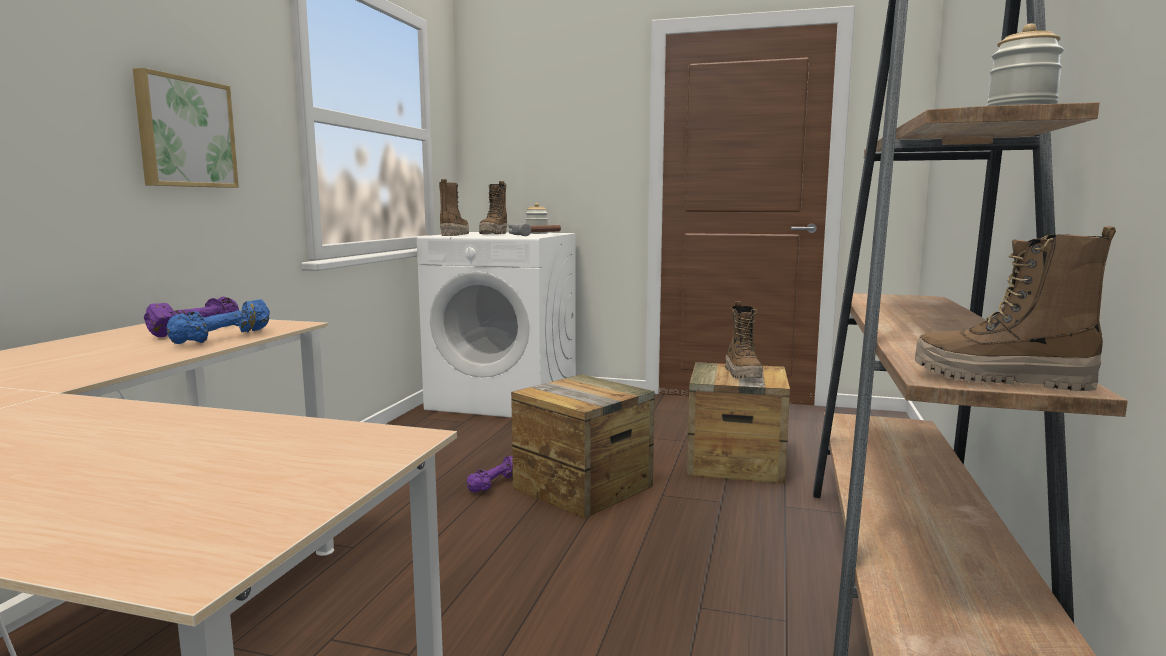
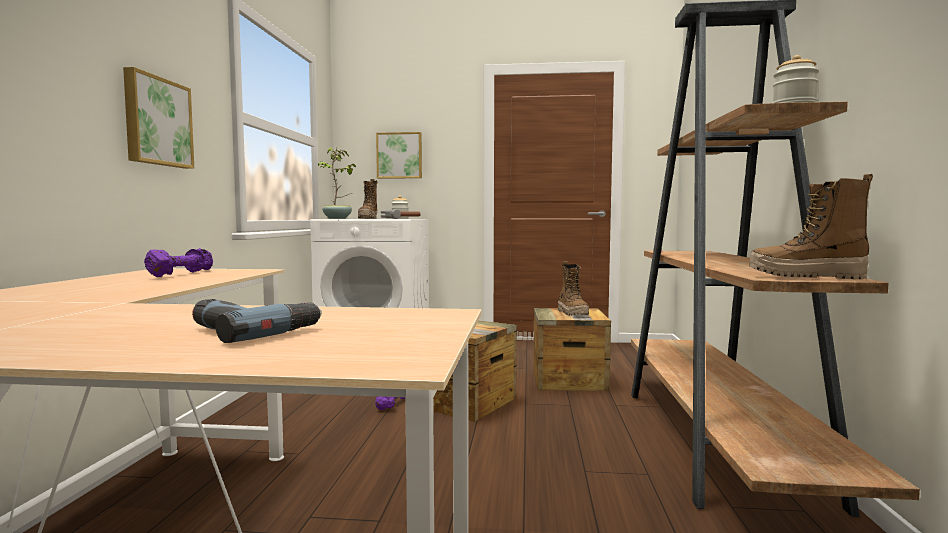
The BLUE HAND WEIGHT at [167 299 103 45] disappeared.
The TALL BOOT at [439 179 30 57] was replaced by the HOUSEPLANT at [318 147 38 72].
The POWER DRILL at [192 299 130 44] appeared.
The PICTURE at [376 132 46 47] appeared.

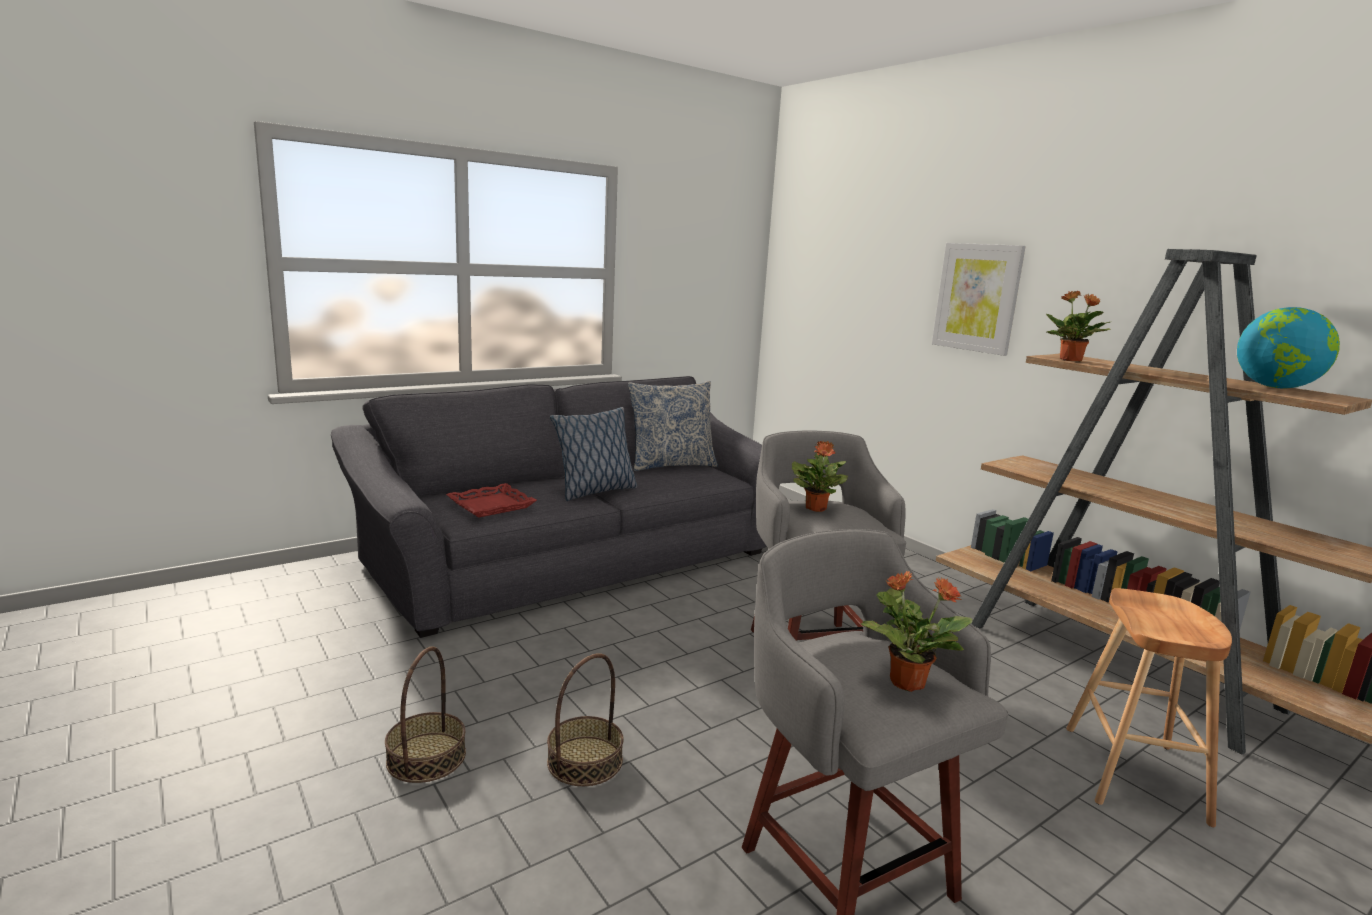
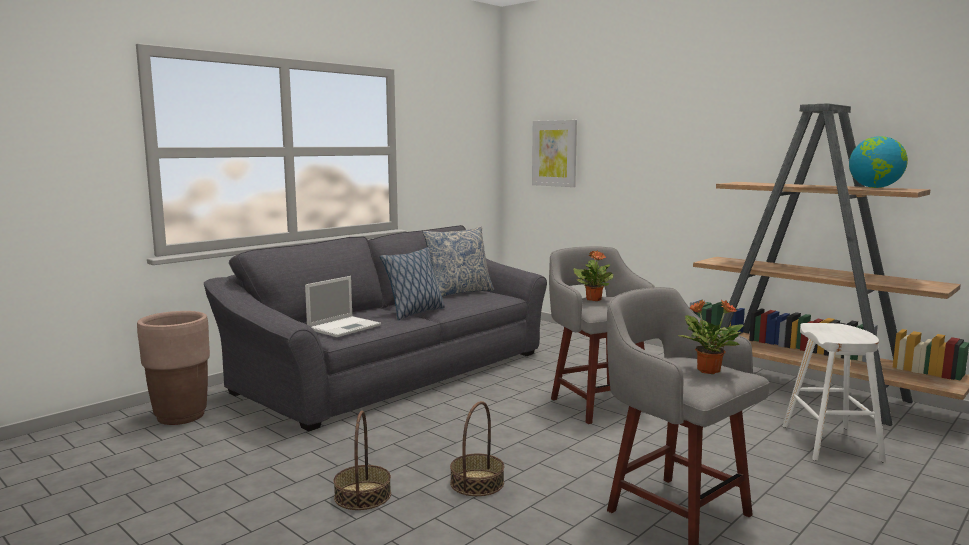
The RED-COLOURED TRAY at [446 483 91 35] was replaced by the PORTABLE COMPUTER at [305 276 76 61].
The PICTURE moved from [932 243 94 113] to [532 120 45 67].
The HOUSEPLANT at [1046 291 66 71] disappeared.
The BROWN-COLOURED SITTING STOOL at [1066 588 166 239] became the WHITISH SITTING STOOL at [783 323 103 140].
The BROWN-COLOURED PLANT POT at [137 311 73 114] appeared.

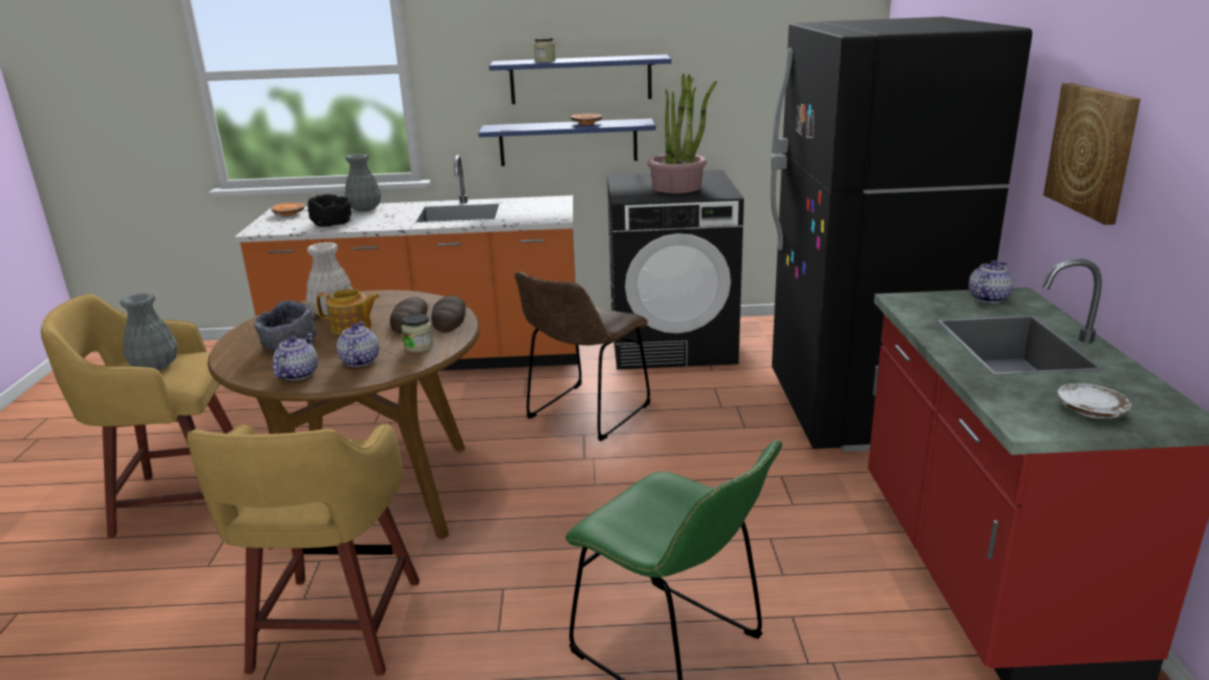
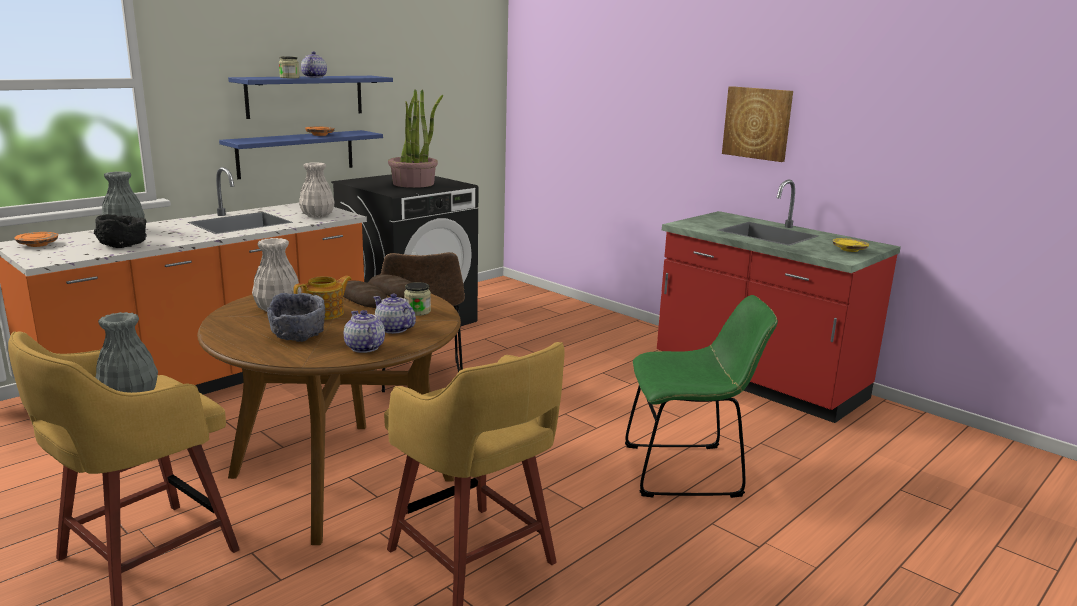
The BLACK FRIDGE at [770 17 262 435] disappeared.
The TEA POT moved from [968 260 46 43] to [301 51 26 27].
The WHITISH DINNER PLATE at [1058 383 73 35] became the YELLOWISH DINNER PLATE at [832 238 37 14].
The WHITISH FLOWER VASE at [299 162 36 56] appeared.

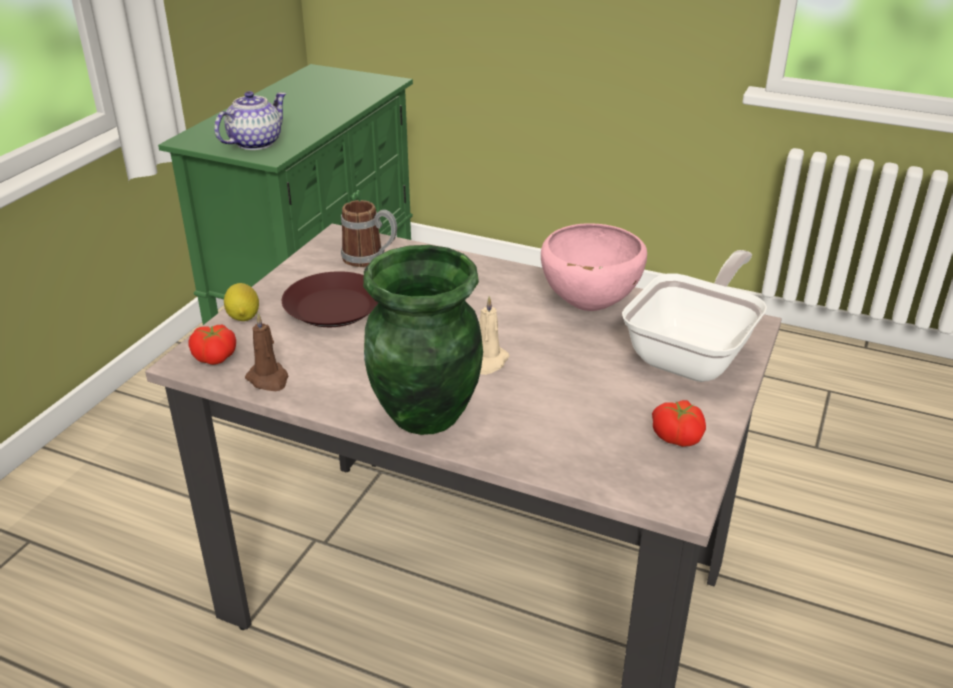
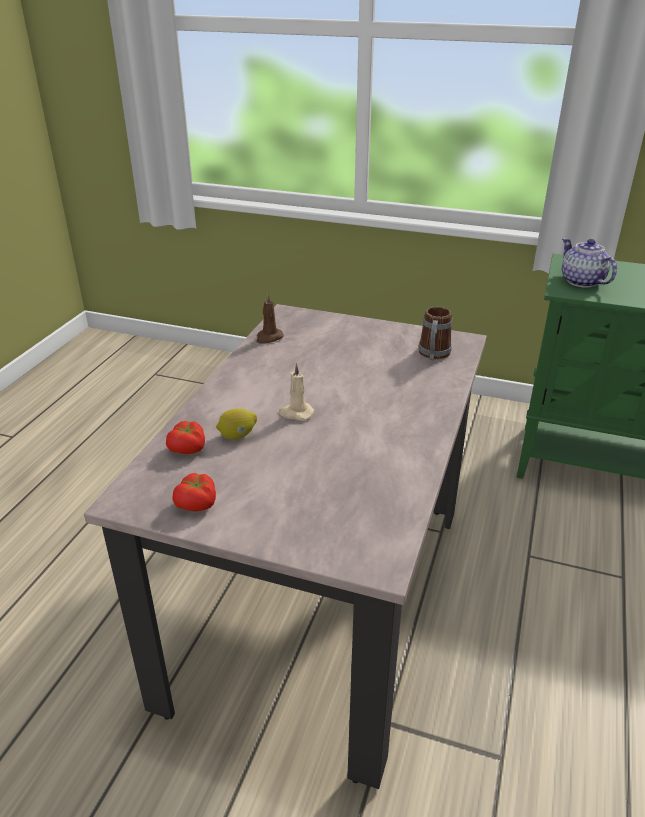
The TOMATO moved from [188 325 48 40] to [166 421 39 33].
The TEA POT at [214 91 72 59] turned 150 degrees counterclockwise.
The CITRUS FRUIT moved from [224 283 35 38] to [216 409 41 31].
The BROWN-COLOURED DINNER PLATE at [282 271 96 56] disappeared.
The GREENISH FLOWER VASE at [363 245 120 190] disappeared.
The PINK-COLOURED DEEP DISH at [541 223 106 88] disappeared.
The SKILLET at [622 250 145 132] disappeared.

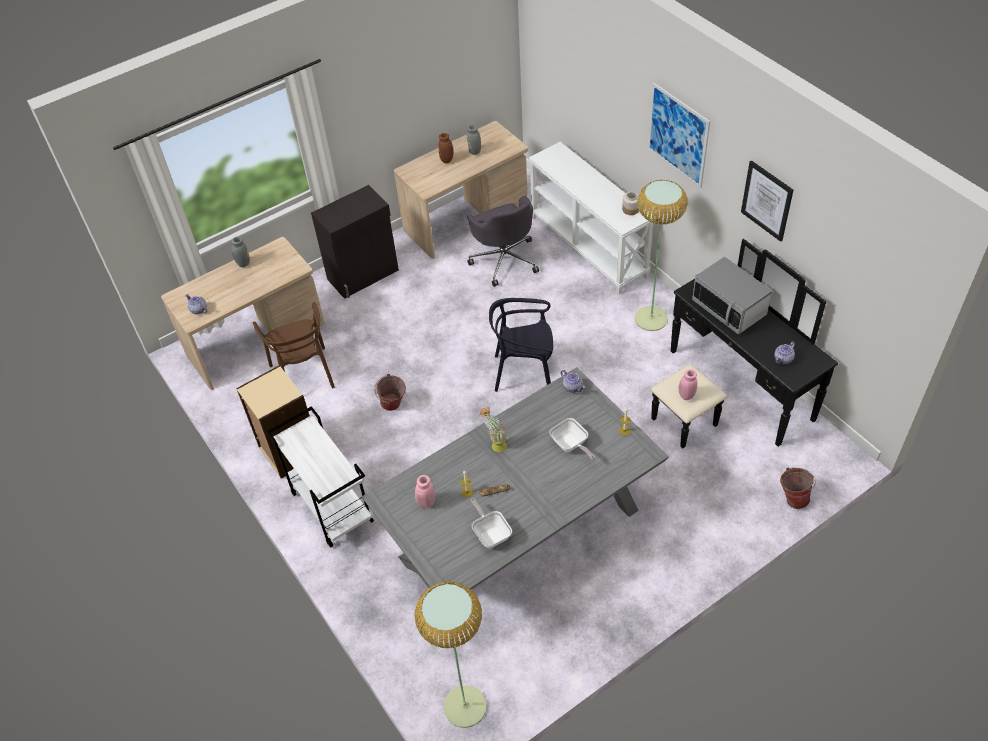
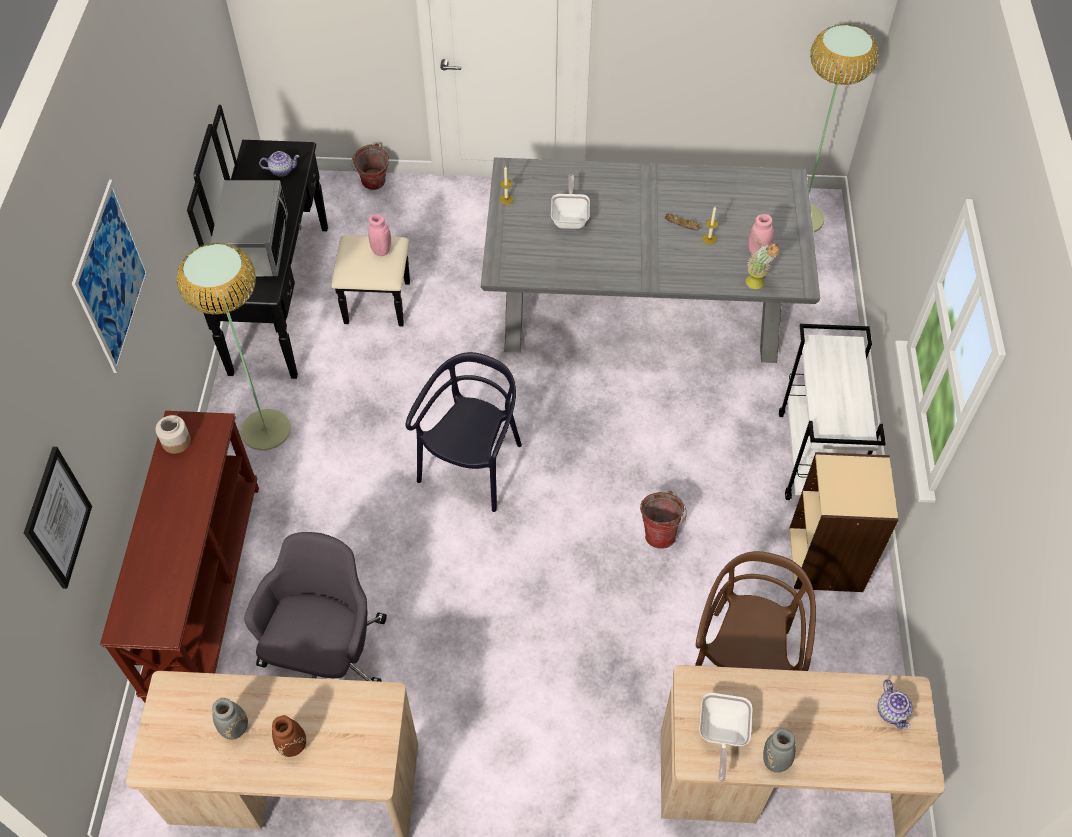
The BLACK CUPBOARD at [311 185 88 114] disappeared.
The SKILLET moved from [471 498 41 50] to [699 693 54 89].
The HOUSEPLANT moved from [480 407 27 45] to [746 243 34 46].
The BLACK CHAIR at [489 298 64 94] turned 105 degrees counterclockwise.
The WHITISH HALL TABLE at [529 142 125 152] became the BROWN-COLOURED HALL TABLE at [100 411 159 292].
The TEA POT at [561 370 24 23] disappeared.
The PICTURE moved from [741 160 52 82] to [24 447 68 142].

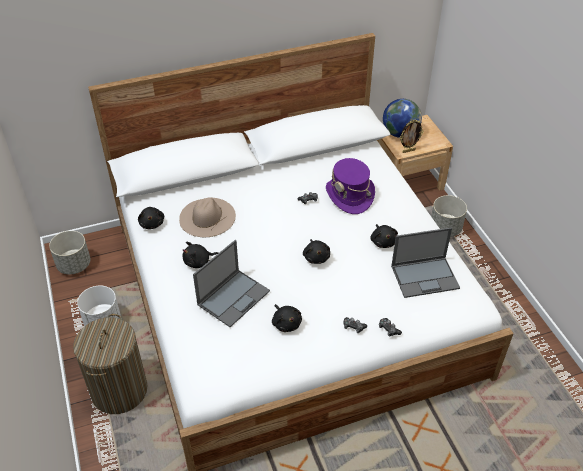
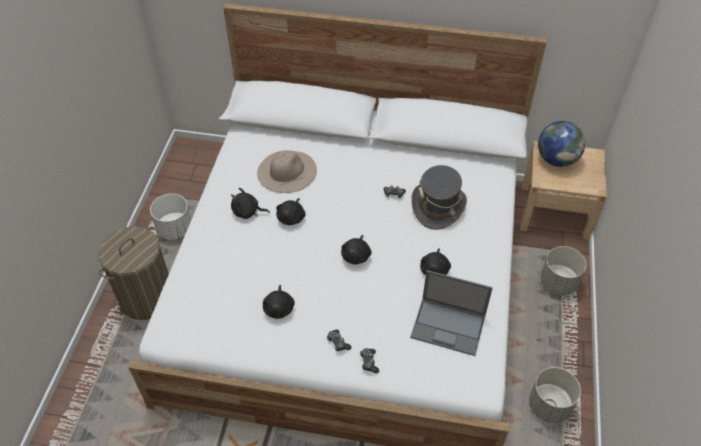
The GREYISH PLANT POT moved from [49 231 42 43] to [529 367 52 56].
The BLACK CUDDLY TOY moved from [138 207 26 22] to [276 198 30 27].
The PORTABLE COMPUTER at [193 240 77 87] disappeared.
The PURPLE WEARABLE HAT at [326 158 49 56] became the GREYISH WEARABLE HAT at [411 165 56 65].
The PICTURE FRAME at [400 120 23 33] disappeared.

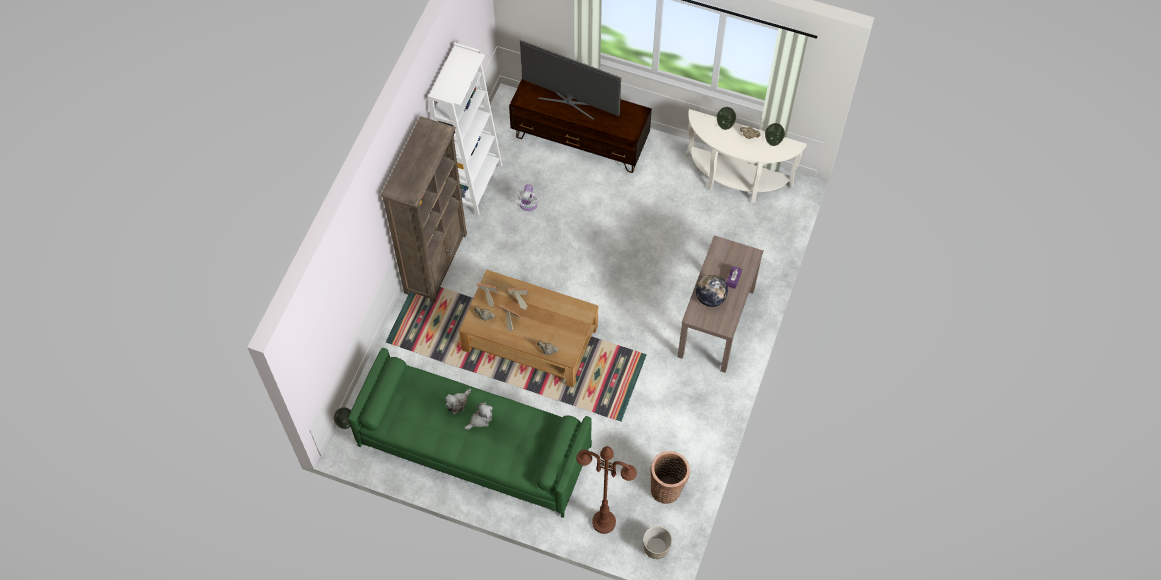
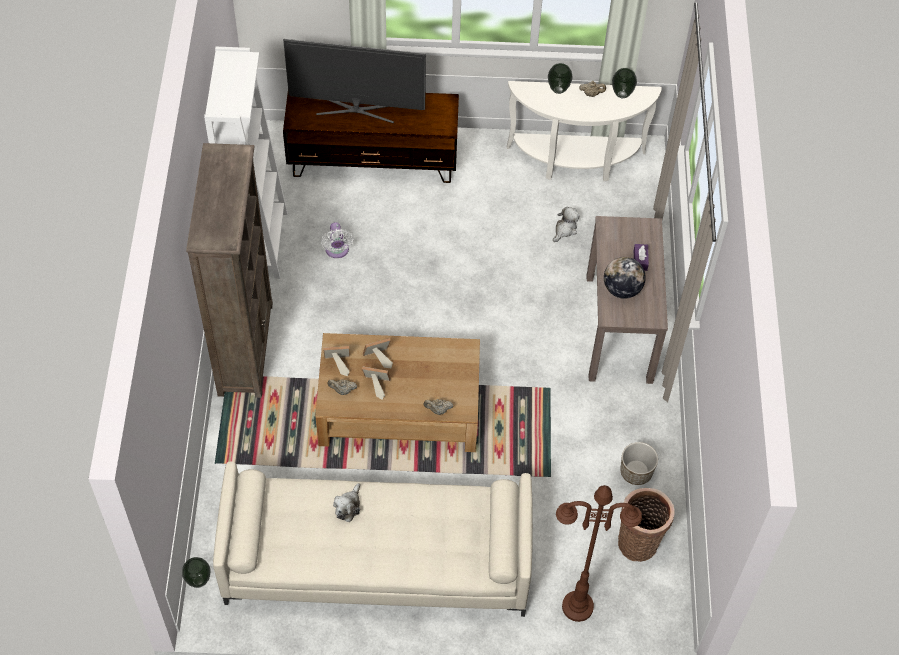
The GREENISH SOFA at [348 348 244 170] became the BEIGE SOFA at [213 462 320 155].
The CUDDLY TOY moved from [464 402 28 28] to [553 206 26 36].
The PLANT POT moved from [643 526 29 33] to [620 442 38 43].

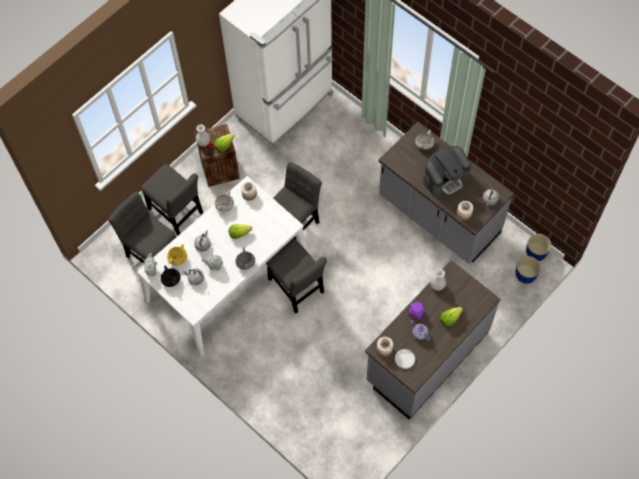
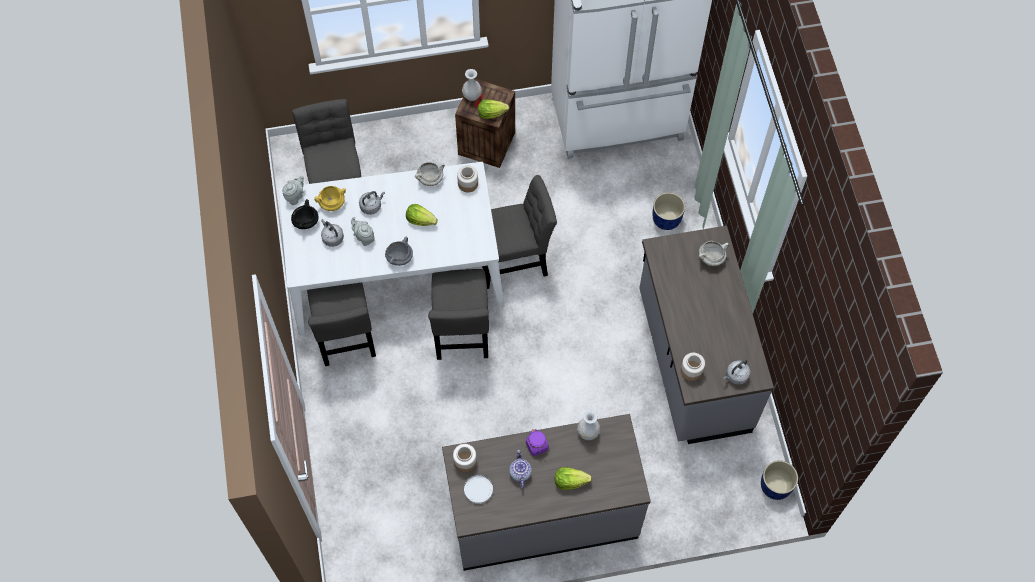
The GREYISH CHAIR moved from [141 164 62 72] to [307 282 69 84].
The COFFEE BREWER at [423 146 48 51] disappeared.
The BLUE PLANT POT moved from [516 256 25 28] to [652 192 33 38].

